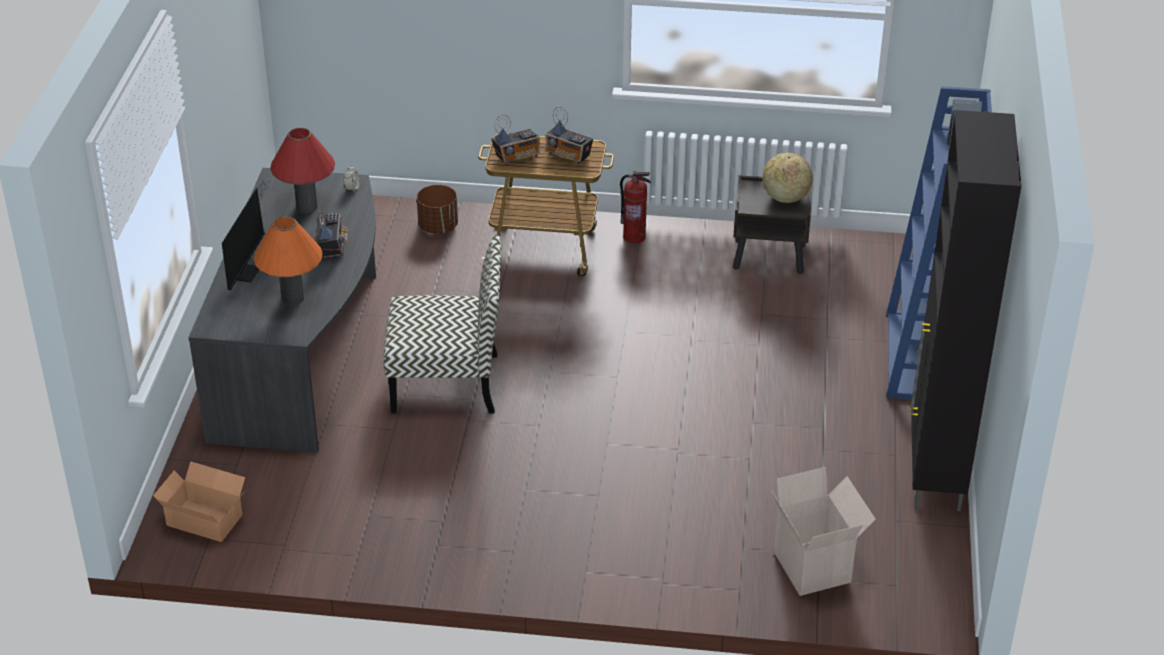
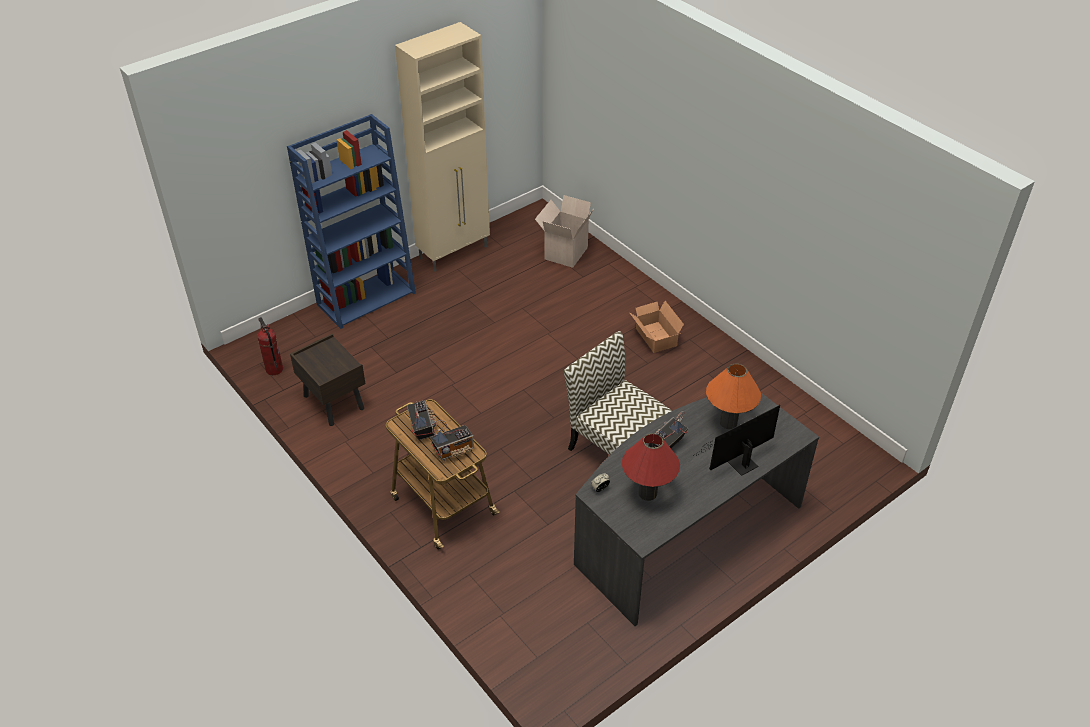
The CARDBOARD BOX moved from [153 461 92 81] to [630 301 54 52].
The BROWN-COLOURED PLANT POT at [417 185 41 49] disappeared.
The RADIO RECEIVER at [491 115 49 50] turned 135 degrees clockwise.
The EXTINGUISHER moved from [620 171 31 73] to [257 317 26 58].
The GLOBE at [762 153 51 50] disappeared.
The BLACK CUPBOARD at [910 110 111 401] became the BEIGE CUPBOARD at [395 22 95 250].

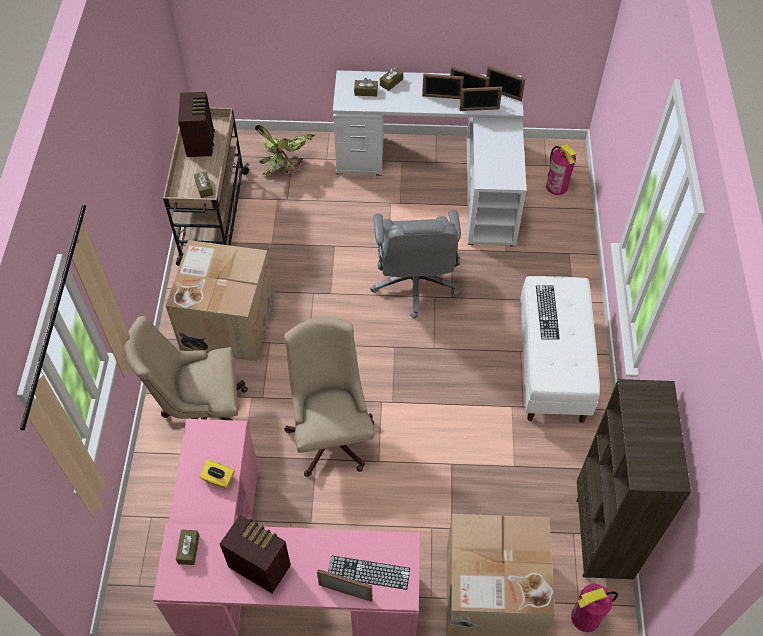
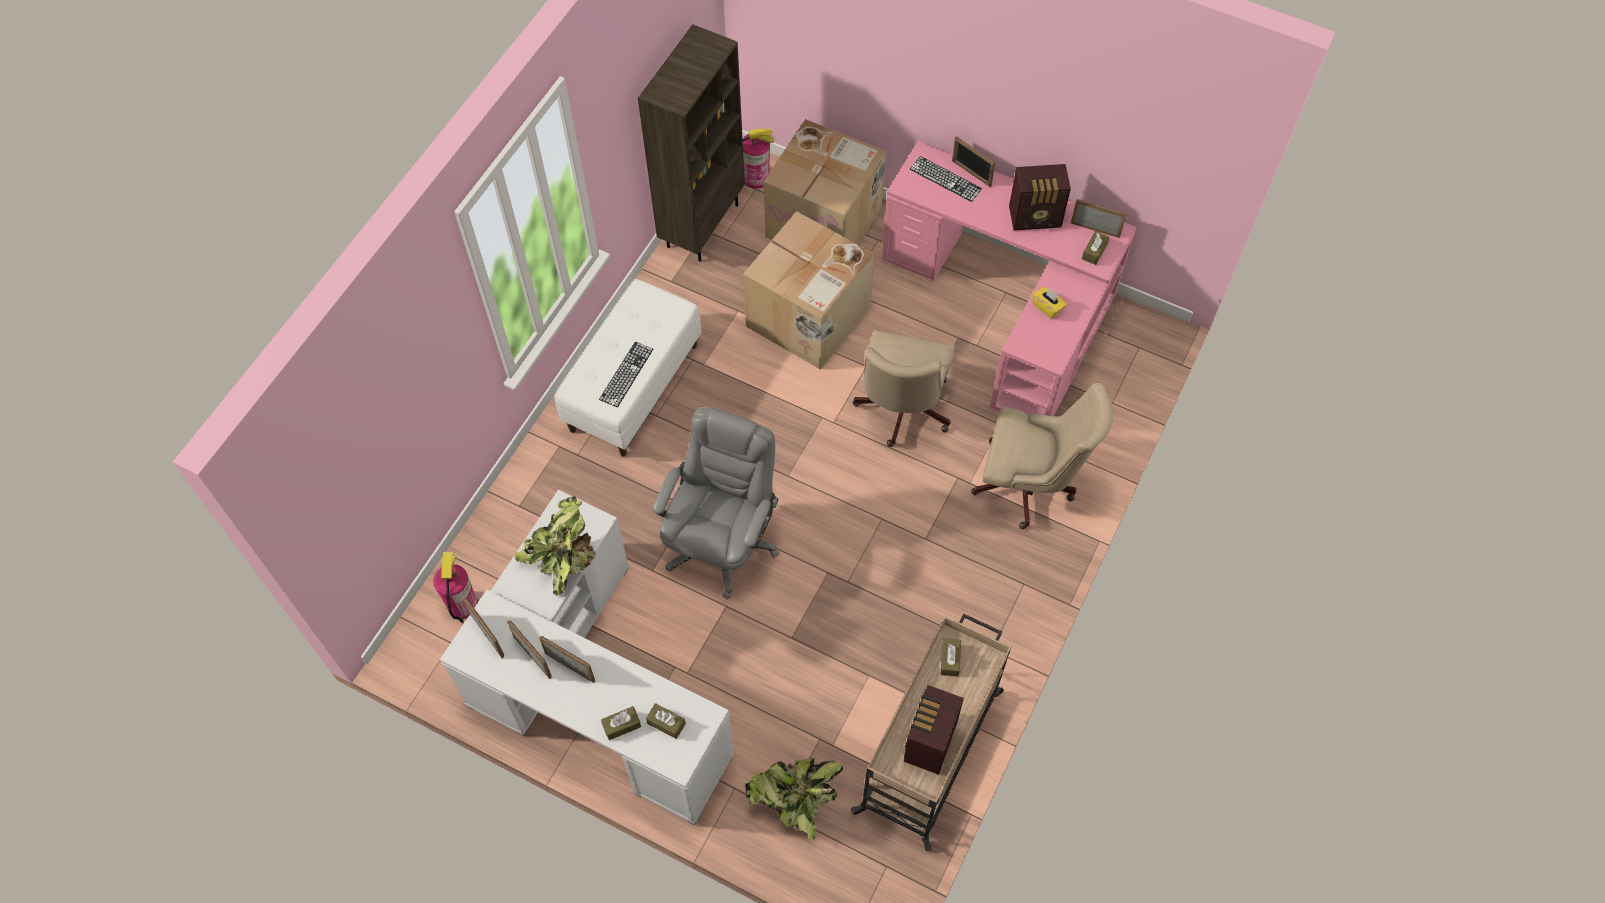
The CARDBOARD BOX moved from [165 240 110 121] to [743 211 131 159].
The RADIO RECEIVER at [220 515 71 78] turned 60 degrees counterclockwise.
The PICTURE FRAME moved from [460 87 42 24] to [1071 199 56 39].
The HOUSEPLANT at [514 494 82 102] appeared.

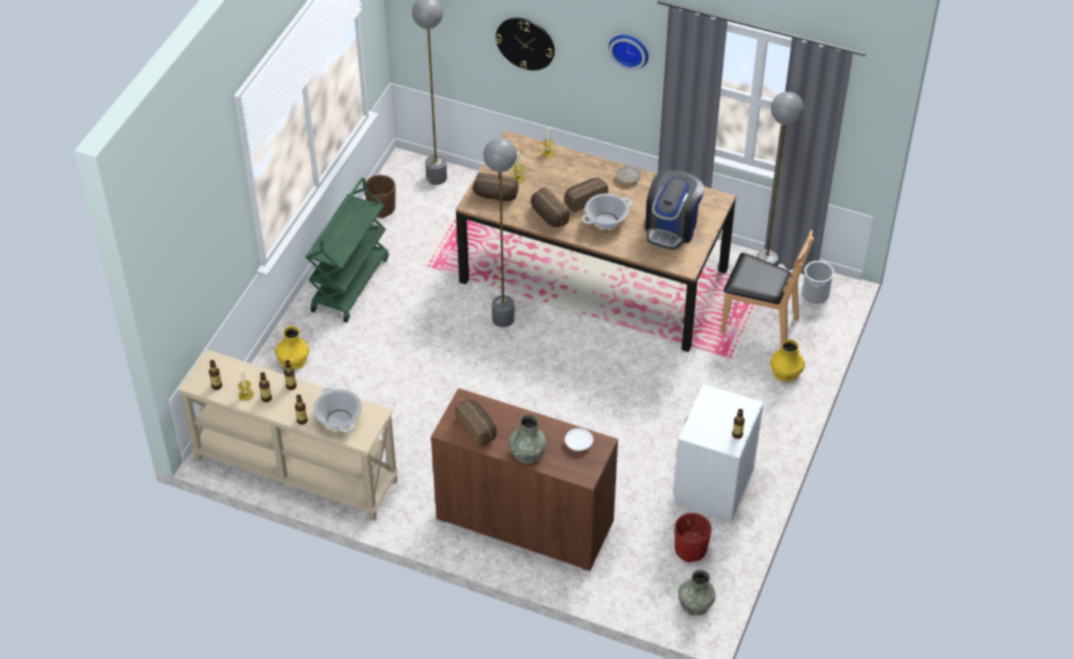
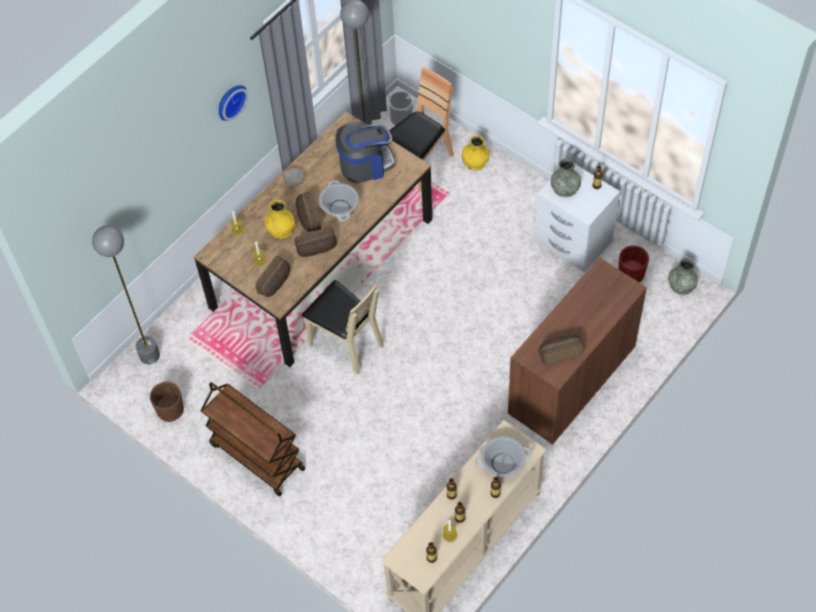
The YELLOWISH FLOWER VASE moved from [275 326 34 44] to [265 200 31 39].
The GREENISH WHEELED CART at [306 177 83 146] became the BROWN-COLOURED WHEELED CART at [201 382 104 114].
The GREYISH STANDARD LAMP at [483 138 34 189] was replaced by the BEIGE CHAIR at [302 280 82 95].
The HANGING CLOCK at [495 18 60 52] disappeared.
The GREYISH FLOWER VASE moved from [509 414 37 50] to [551 158 30 39].
The WHITISH DINNER PLATE at [565 428 28 23] disappeared.
The COFFEE BREWER at [645 170 59 80] turned 60 degrees counterclockwise.

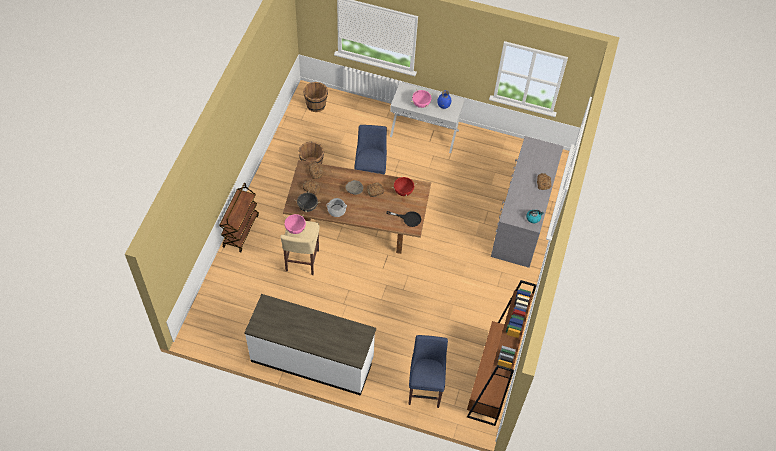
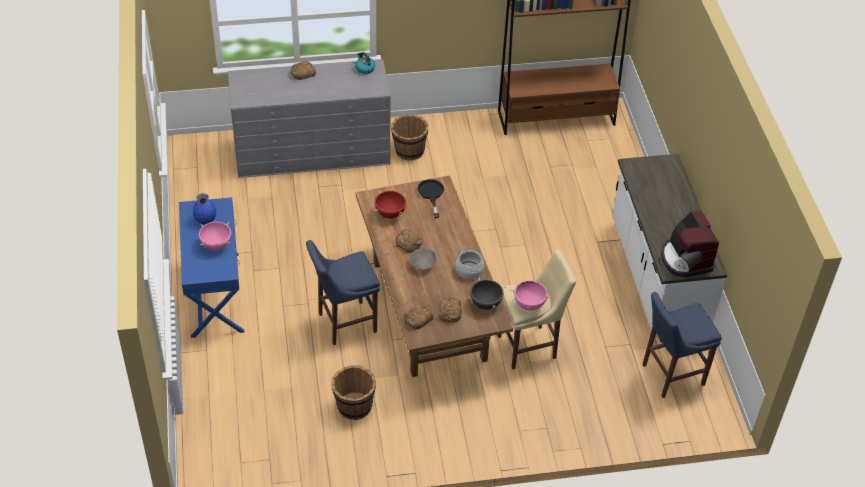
The BROWN-COLOURED WHEELED CART at [219 183 40 69] disappeared.
The BROWN-COLOURED PAIL moved from [303 82 25 30] to [391 114 37 47].
The WHITISH HALL TABLE at [390 82 75 71] became the BLUE HALL TABLE at [179 197 65 141].
The BLUE SITTING STOOL moved from [408 335 40 73] to [642 292 80 106].
The COFFEE BREWER at [661 210 58 67] appeared.

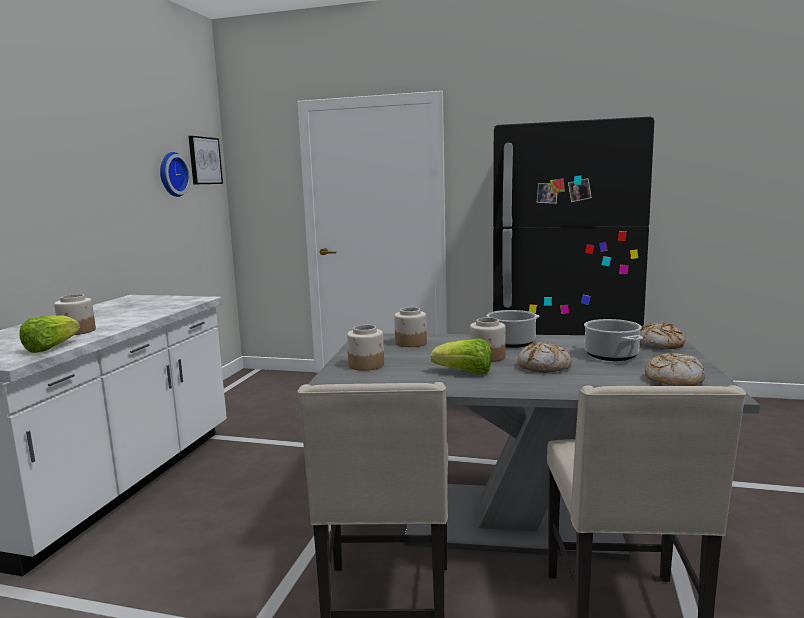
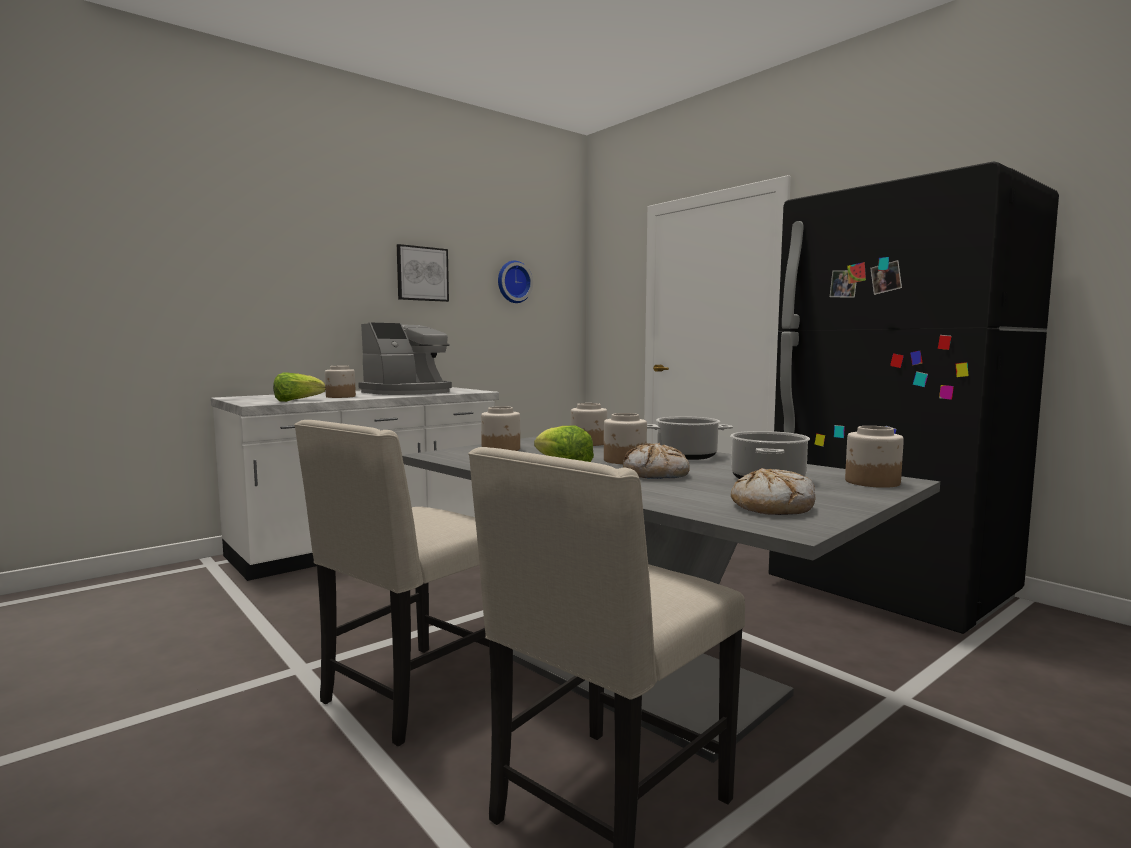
The PICTURE moved from [188 136 35 49] to [397 244 52 58].
The BAKERY BREAD at [640 323 45 27] was replaced by the STORAGE JAR at [845 426 59 62].
The COFFEE BREWER at [358 323 94 72] appeared.

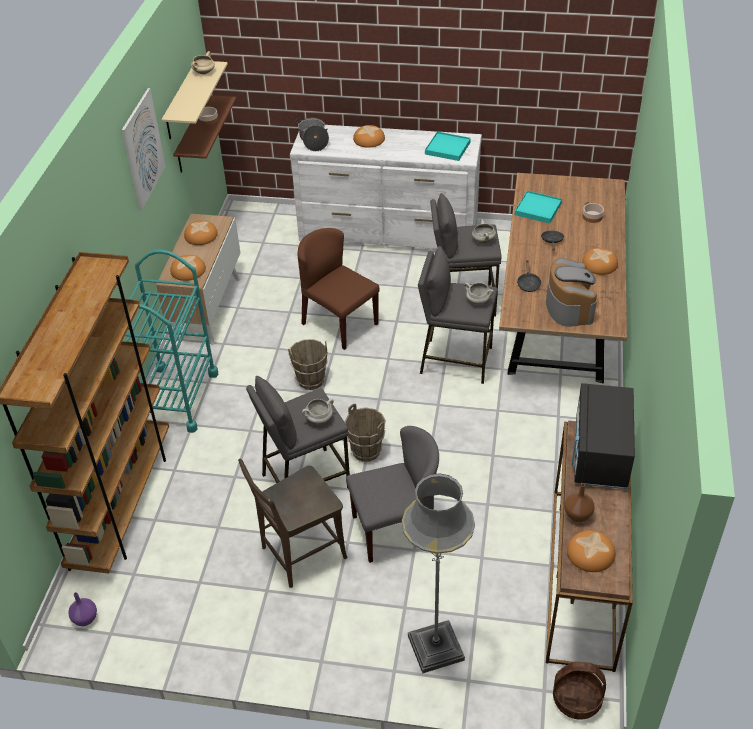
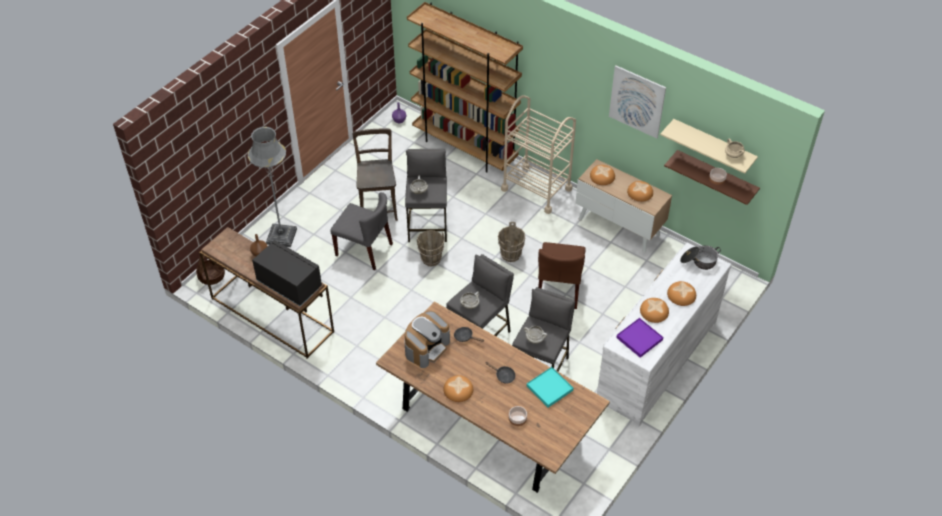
The TURQUOISE WHEELED CART at [125 250 93 183] became the BEIGE WHEELED CART at [501 95 75 119].
The BROWN-COLOURED CHAIR at [298 228 81 122] turned 120 degrees clockwise.
The GREYISH CHAIR at [346 426 93 137] turned 75 degrees counterclockwise.
The TURQUOISE TRAY at [425 132 46 29] became the PURPLE TRAY at [616 318 47 40].
The COFFEE BREWER at [546 258 51 69] turned 75 degrees counterclockwise.
The BAKERY BREAD moved from [567 530 49 42] to [640 298 29 25].

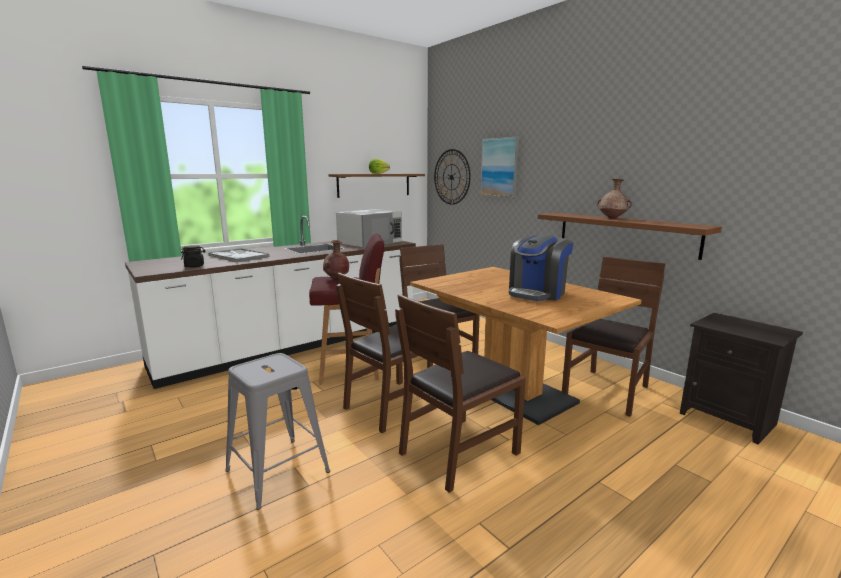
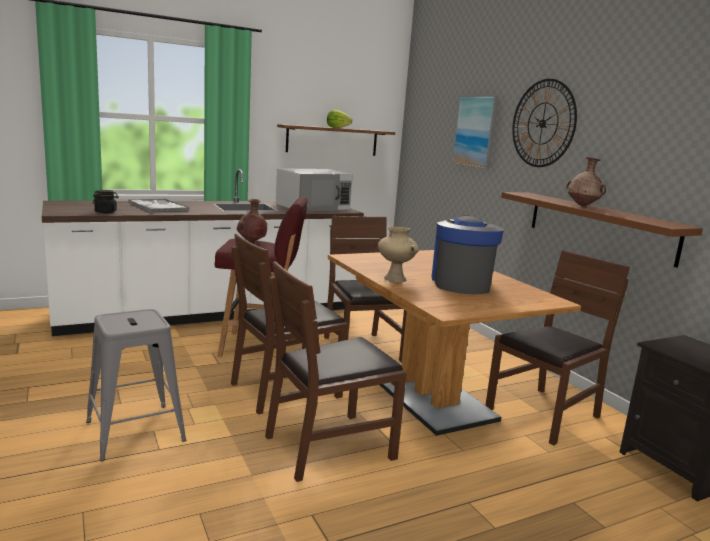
The HANGING CLOCK moved from [434 149 37 56] to [512 79 65 88].
The COFFEE BREWER at [509 235 65 66] turned 135 degrees clockwise.
The BEIGE FLOWER VASE at [378 227 41 55] appeared.

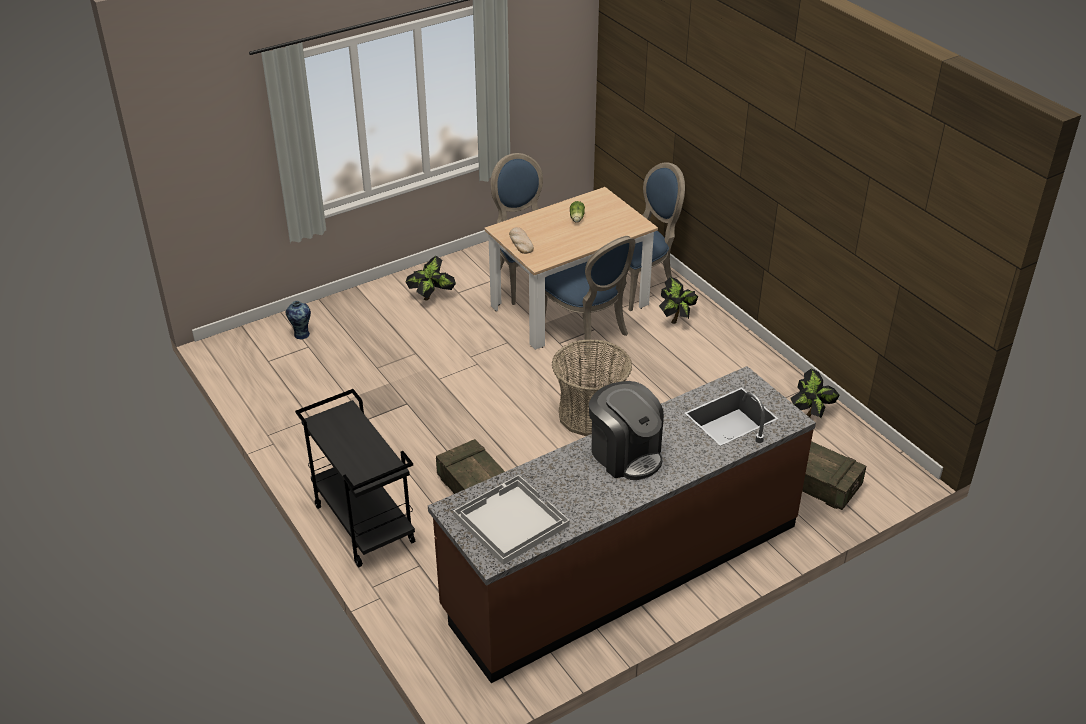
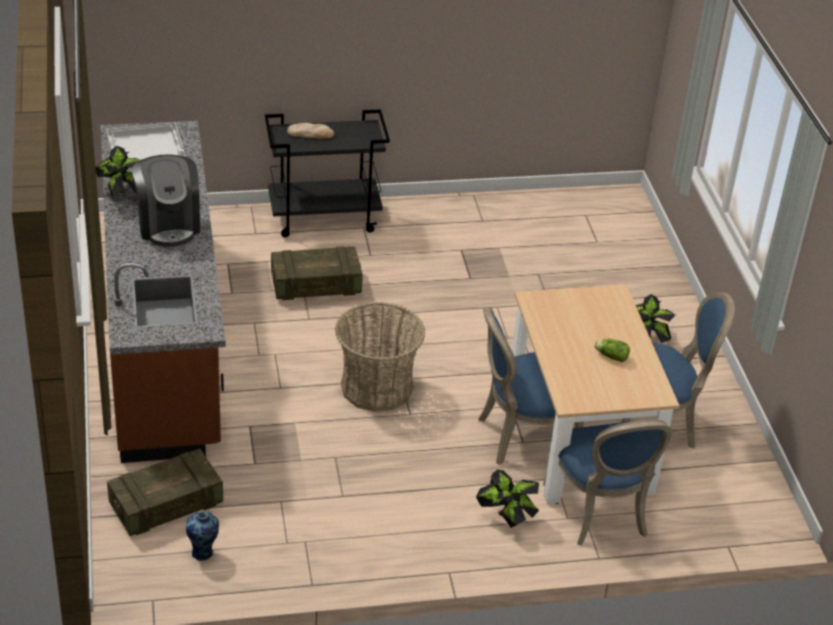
The FLOWER VASE moved from [285 301 26 39] to [186 511 33 50].
The BAKERY BREAD moved from [509 227 25 27] to [287 123 47 16].
The COFFEE BREWER at [589 381 75 99] turned 90 degrees counterclockwise.
The HOUSEPLANT moved from [790 368 50 50] to [95 146 45 50].

